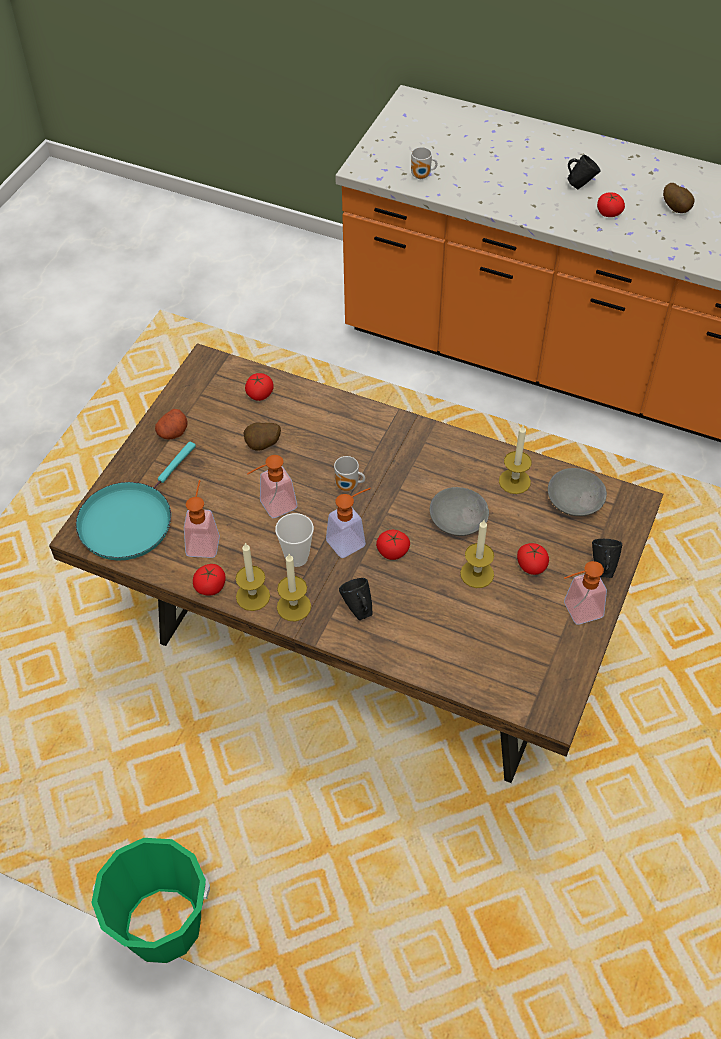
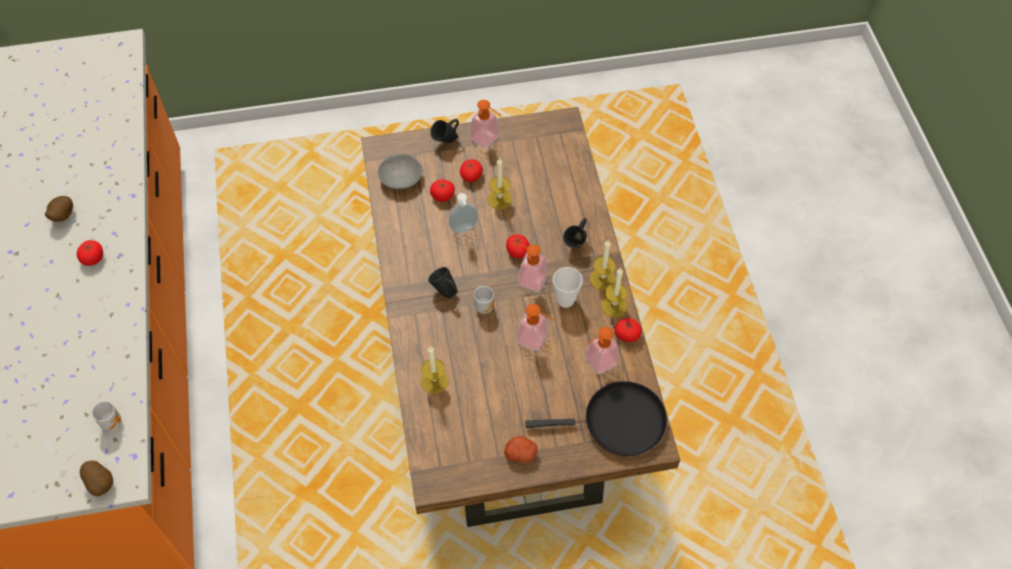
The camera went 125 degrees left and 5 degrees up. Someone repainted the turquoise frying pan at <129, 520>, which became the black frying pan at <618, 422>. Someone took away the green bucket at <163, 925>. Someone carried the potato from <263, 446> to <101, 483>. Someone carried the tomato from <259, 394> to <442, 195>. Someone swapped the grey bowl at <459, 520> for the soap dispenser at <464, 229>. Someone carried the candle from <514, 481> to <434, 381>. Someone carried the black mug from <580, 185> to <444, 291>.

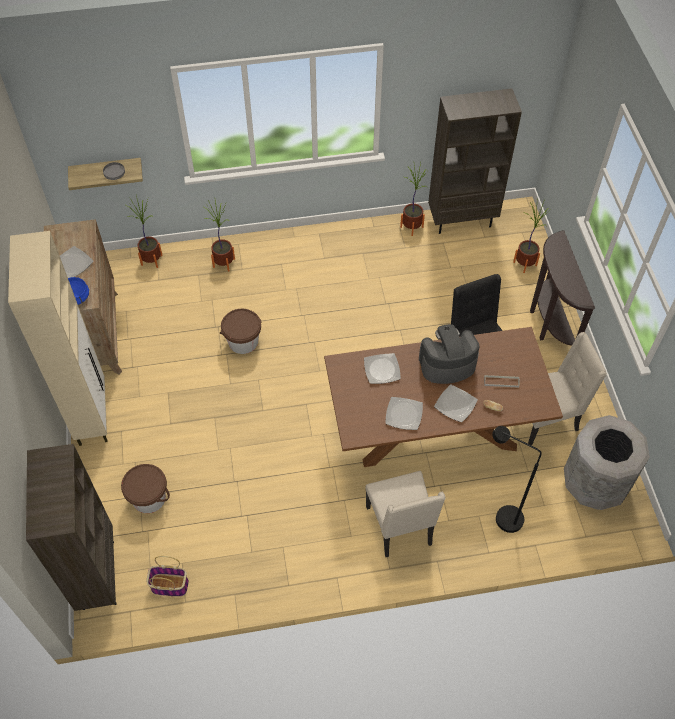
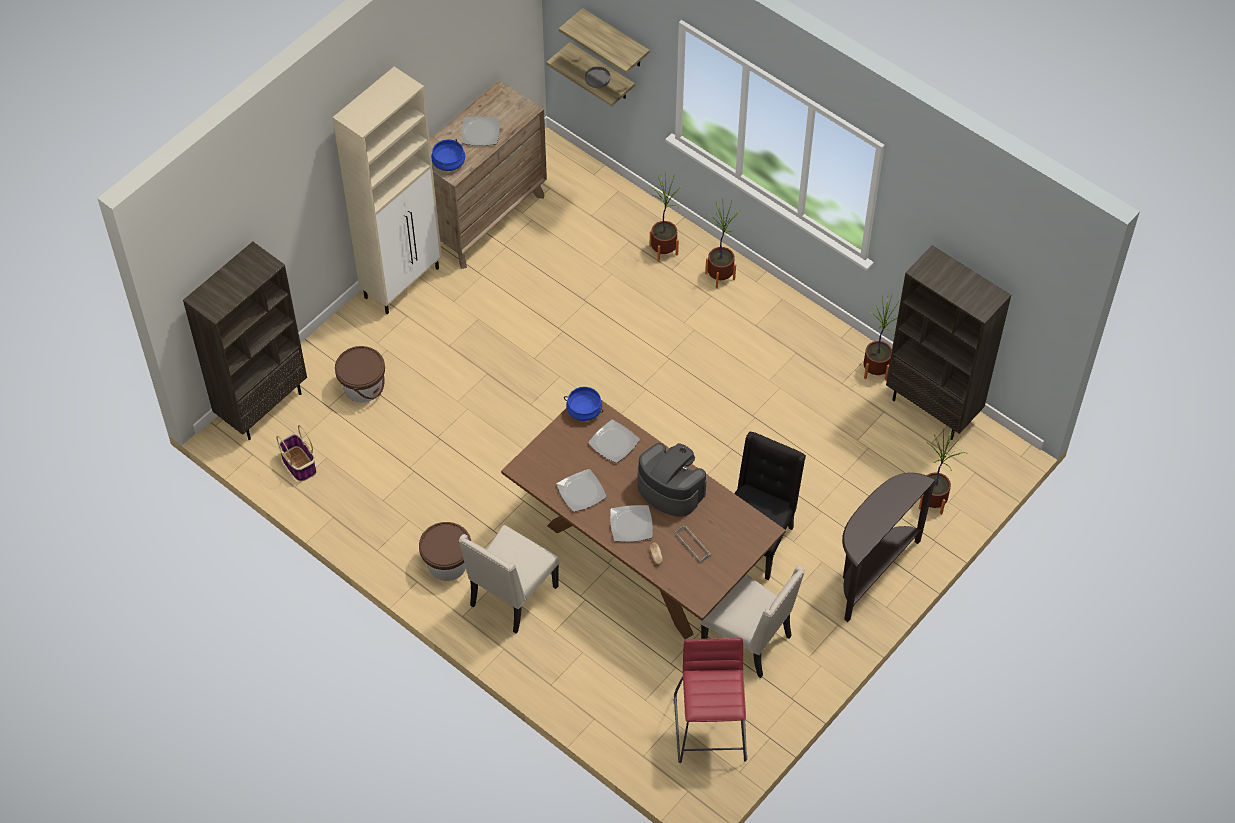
The camera went 50 degrees right and 0 degrees up. Someone carried the potted plant from <151, 260> to <720, 276>. Someone carried the brown bucket from <243, 341> to <447, 563>. Someone took away the black floor lamp at <501, 516>. Someone swapped the grey trash can at <594, 483> for the red stool at <711, 728>. Someone put up the shelf at <615, 39>. Someone put down the blue cooking pot at <584, 410>.

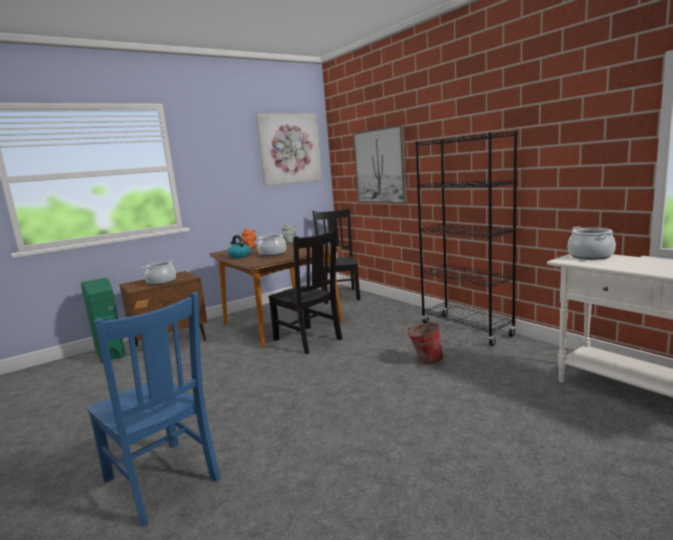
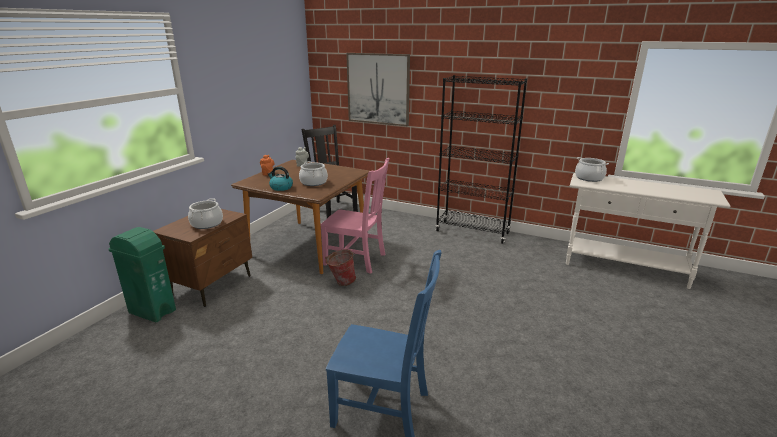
The camera went 30 degrees left and 10 degrees up. Someone took away the picture at <289, 148>. Someone repainted the black chair at <309, 340>, which became the pink chair at <357, 260>. Someone carried the bucket from <425, 360> to <341, 282>.

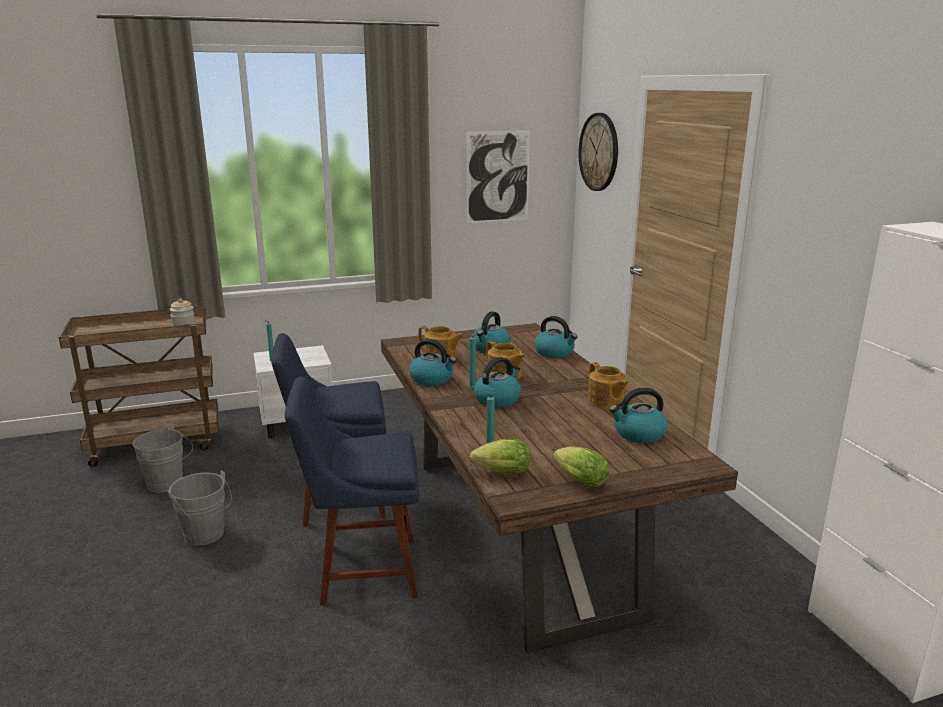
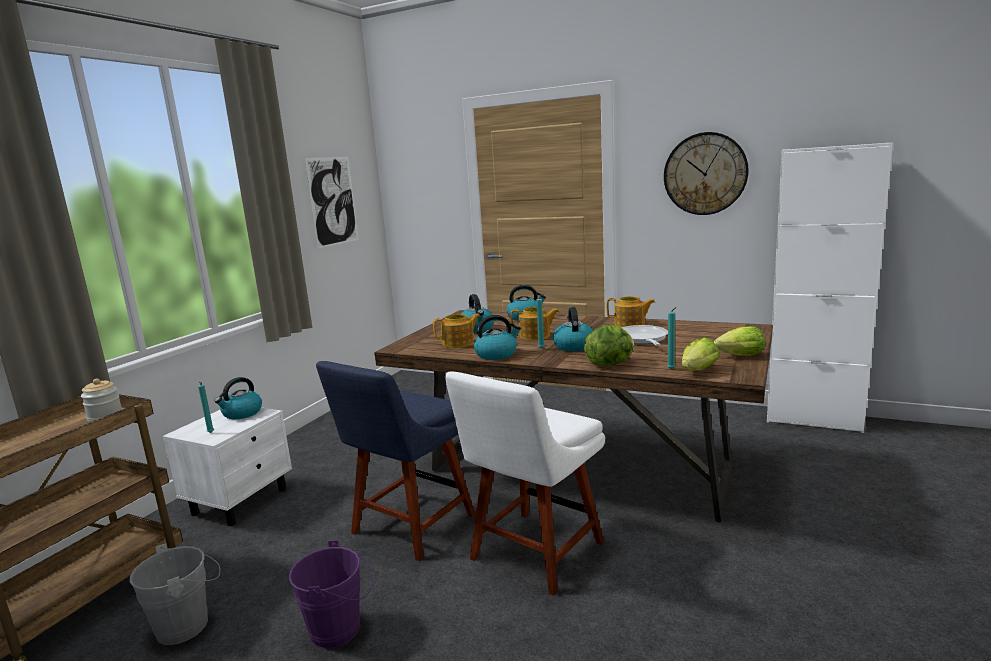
The camera went 45 degrees left and 5 degrees down. Someone repainted the grey bucket at <206, 536>, which became the purple bucket at <341, 630>. Someone repainted the blue chair at <362, 570>, which became the white chair at <533, 554>. Someone carried the wall clock from <599, 152> to <705, 174>. Someone carried the kettle from <638, 434> to <242, 413>. Someone put down the lettuce at <610, 364>. Someone put down the frying pan at <642, 340>.

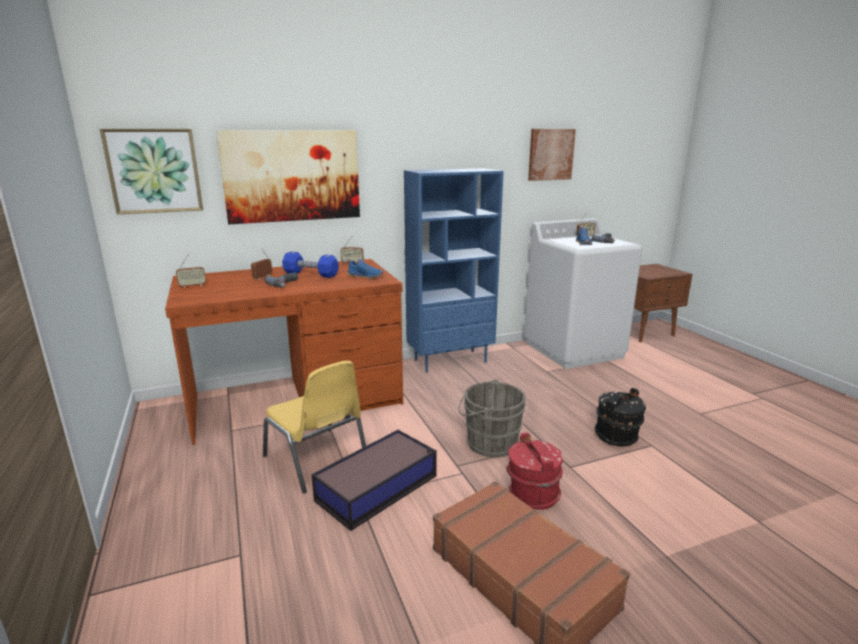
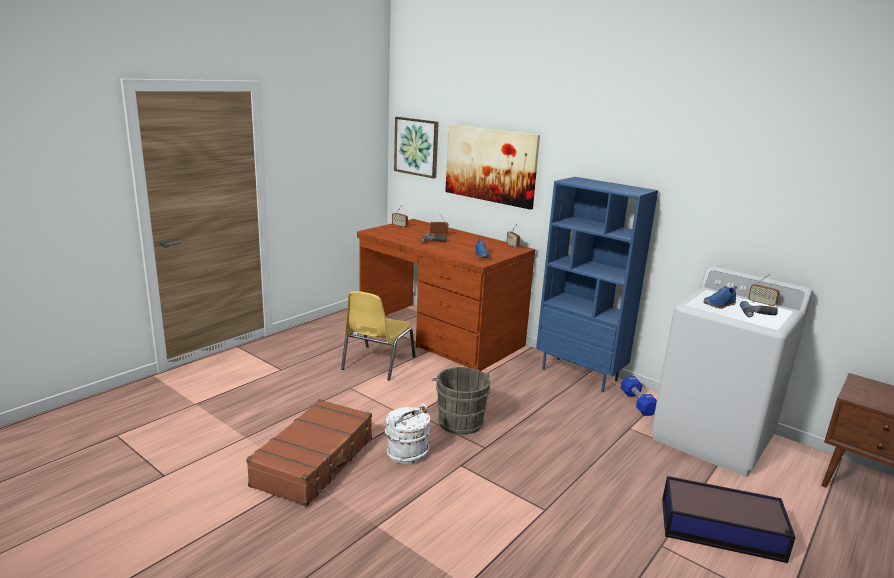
The camera went 60 degrees right and 0 degrees up. Someone carried the blue dumbbell from <311, 274> to <637, 403>. Someone carried the storage box from <379, 487> to <722, 530>. Someone repainted the red bucket at <532, 494>, which became the white bucket at <406, 452>. Someone took away the picture at <550, 154>. Someone took away the black bucket at <616, 437>.

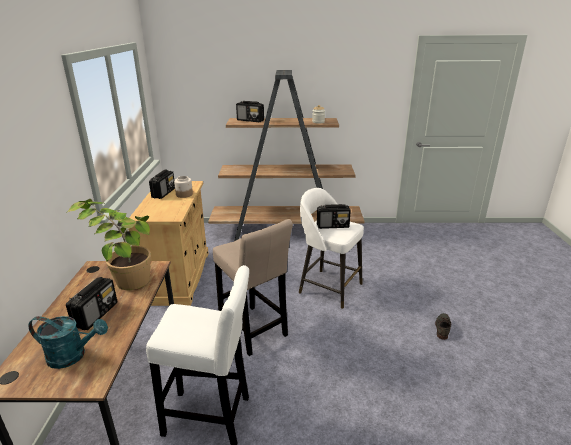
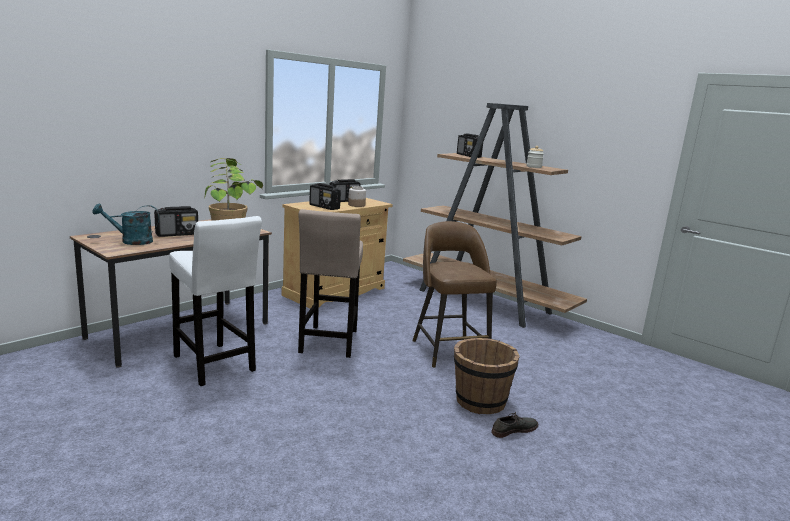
The camera went 40 degrees right and 10 degrees down. Someone rotated the turquoise watering can at <73, 356> by 120 degrees clockwise. Someone repainted the white stool at <328, 287>, which became the brown stool at <449, 350>. Someone carried the radio from <333, 226> to <324, 207>. Someone put down the brown bucket at <480, 402>.

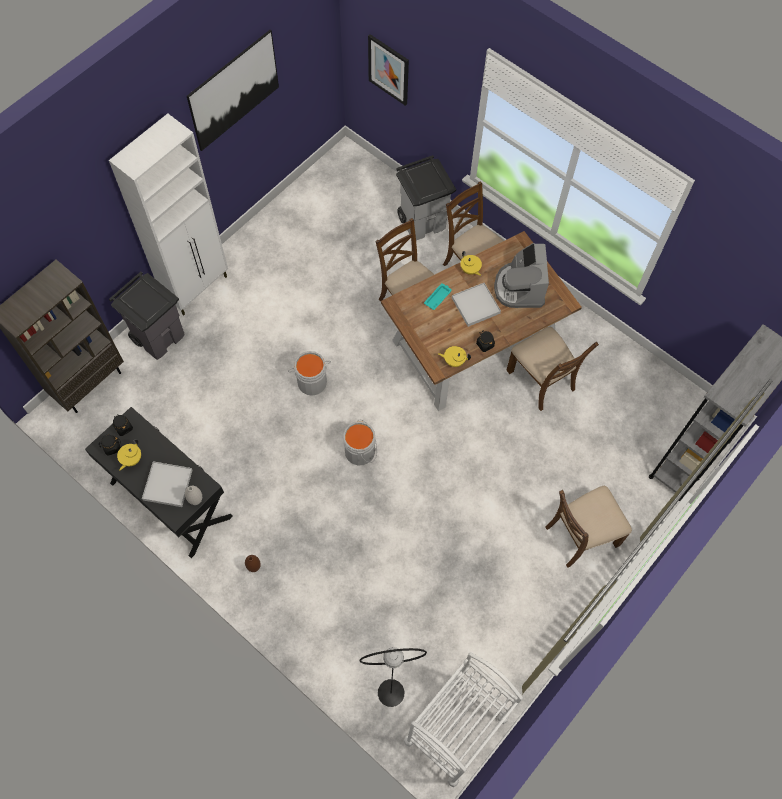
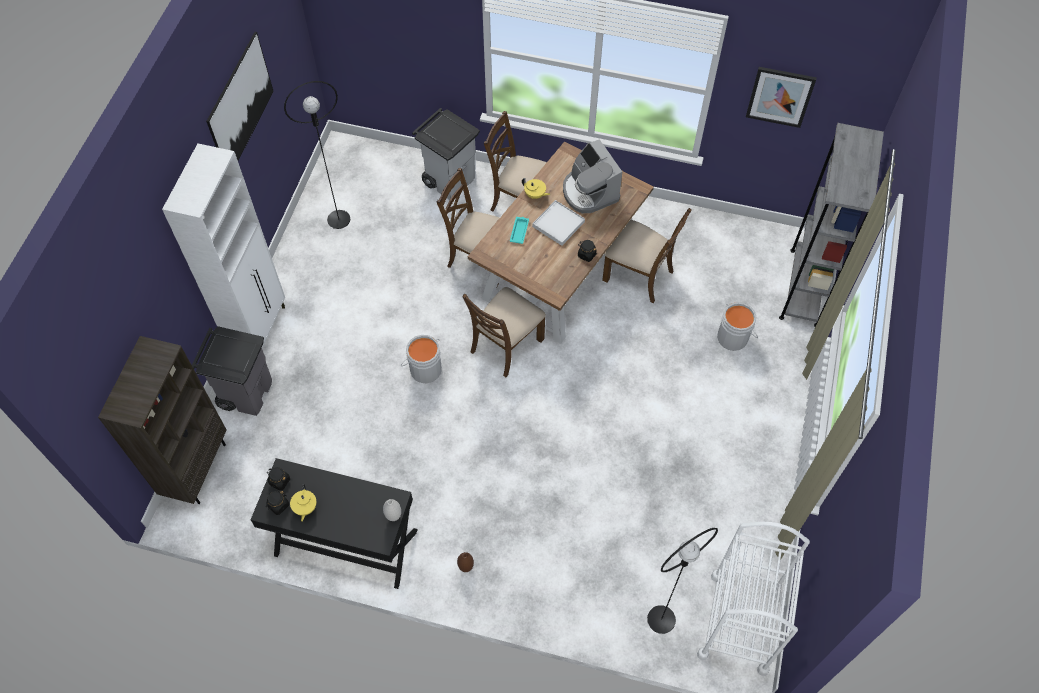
The camera went 25 degrees left and 5 degrees down. Someone took away the white tray at <167, 485>. Someone carried the grey bucket from <361, 451> to <734, 337>. Someone carried the picture from <389, 69> to <780, 96>. Someone took away the yellow teapot at <454, 361>. Someone carried the brown chair from <581, 535> to <505, 345>. Someone put down the black floor lamp at <339, 219>.

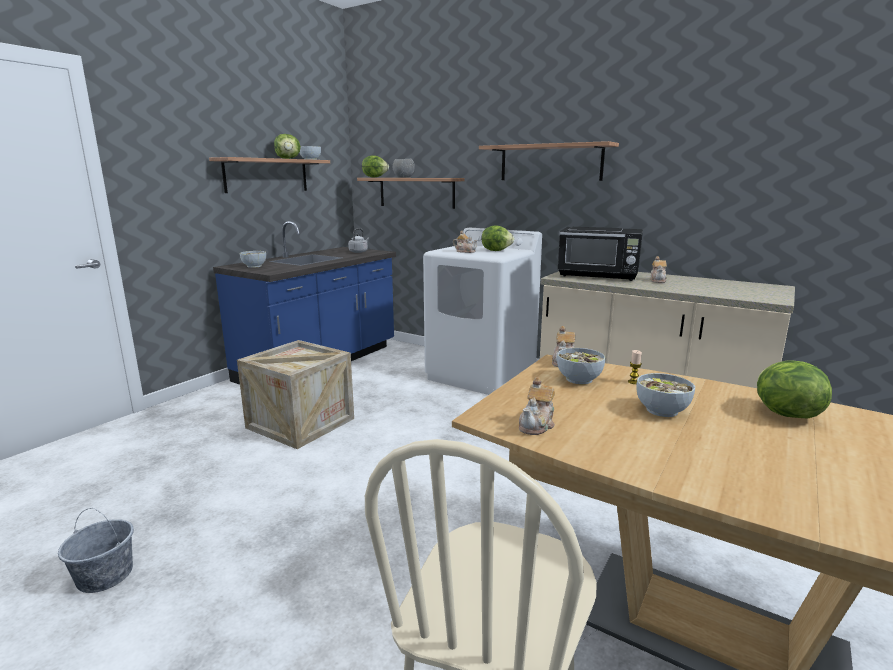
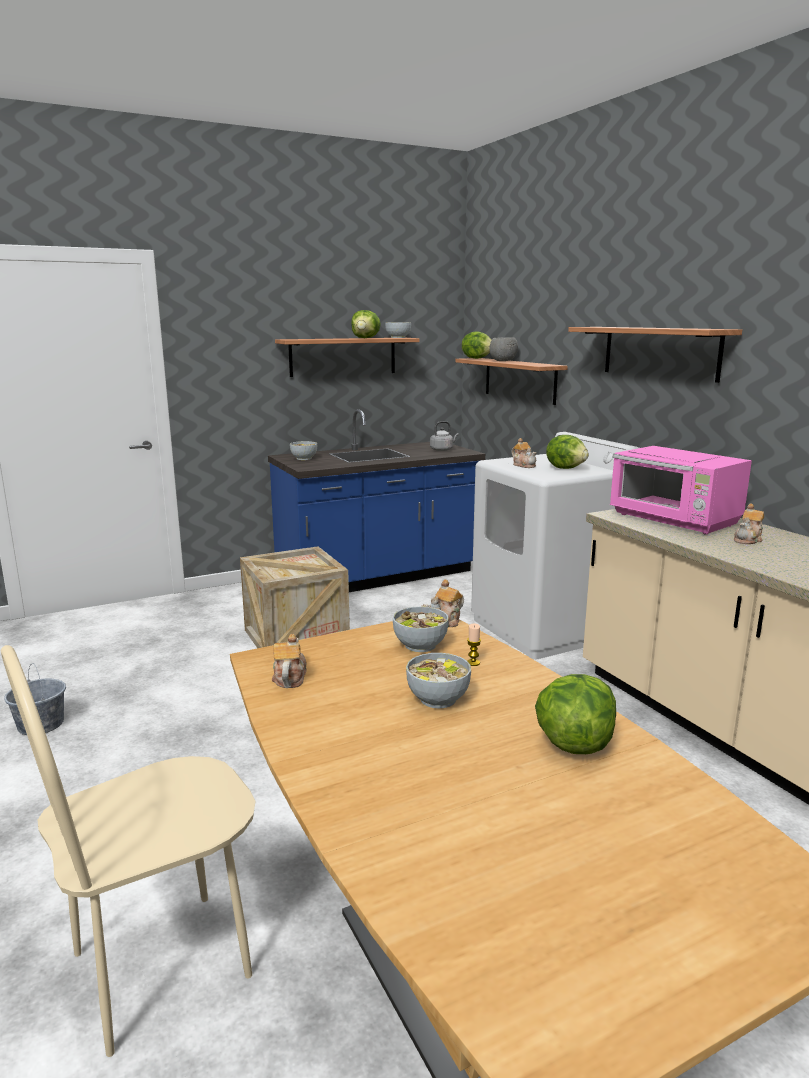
The camera went 30 degrees right and 0 degrees up. Someone rotated the teapot at <537, 425> by 120 degrees clockwise. Someone repainted the black microwave at <599, 276>, which became the pink microwave at <674, 520>.

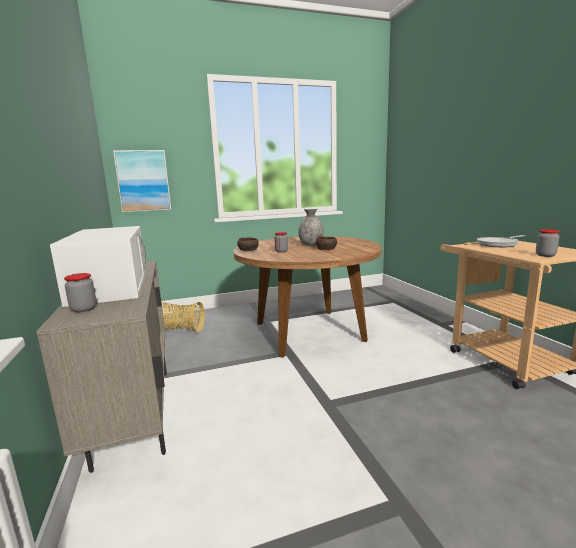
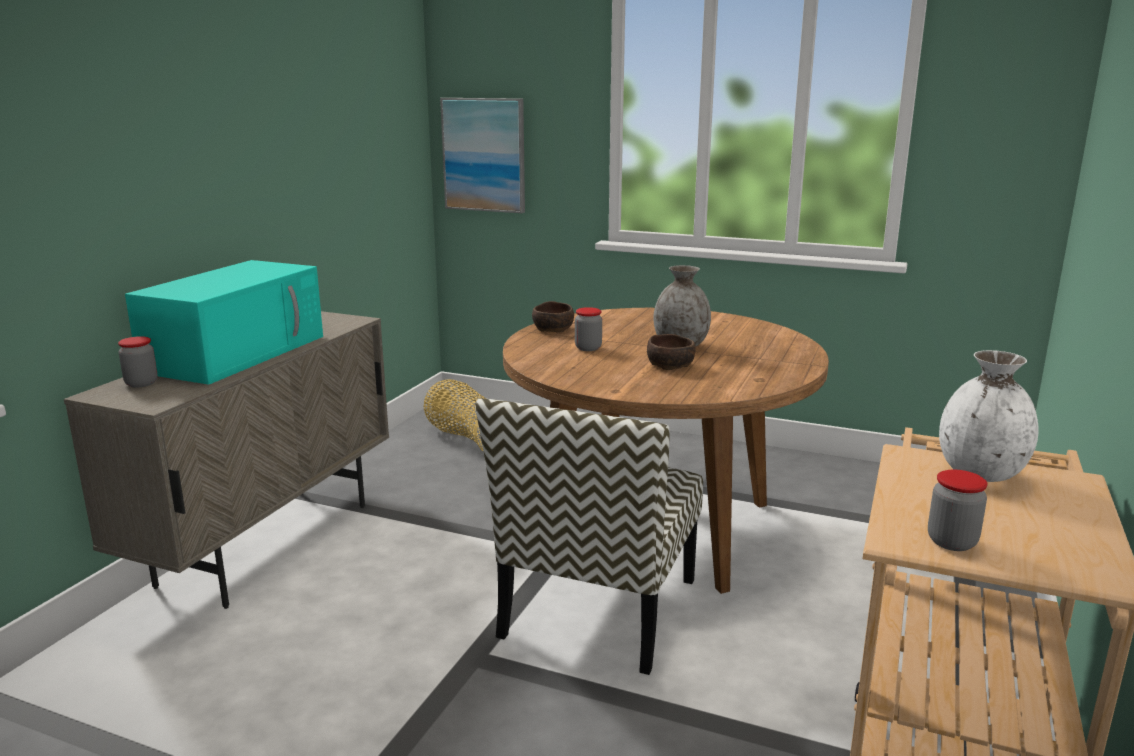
The camera went 40 degrees right and 5 degrees up. Someone repainted the white microwave at <111, 285>, which became the turquoise microwave at <238, 352>. Someone swapped the frying pan at <499, 244> for the white vase at <981, 474>. Someone put down the chair at <599, 609>.

